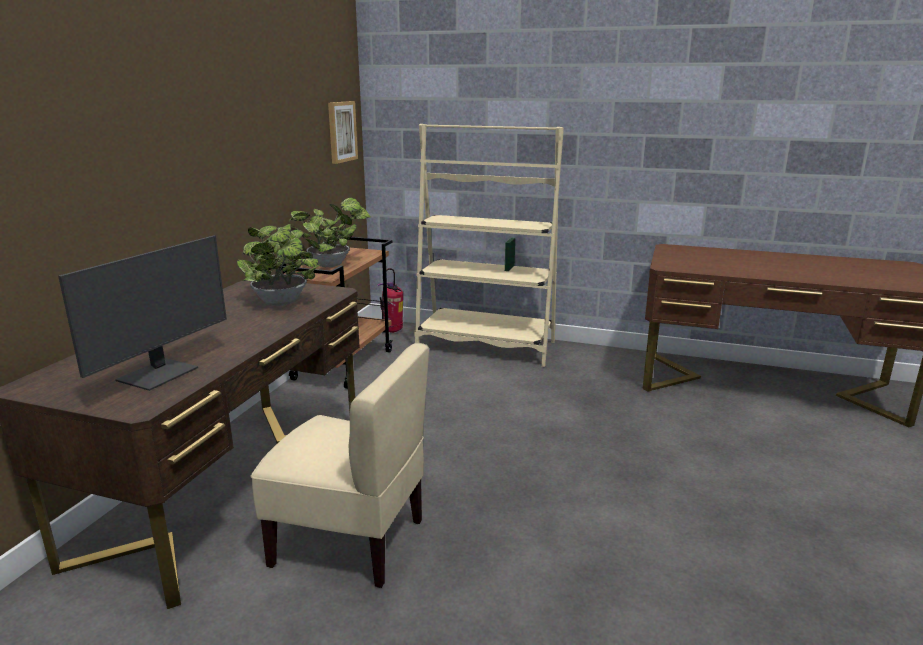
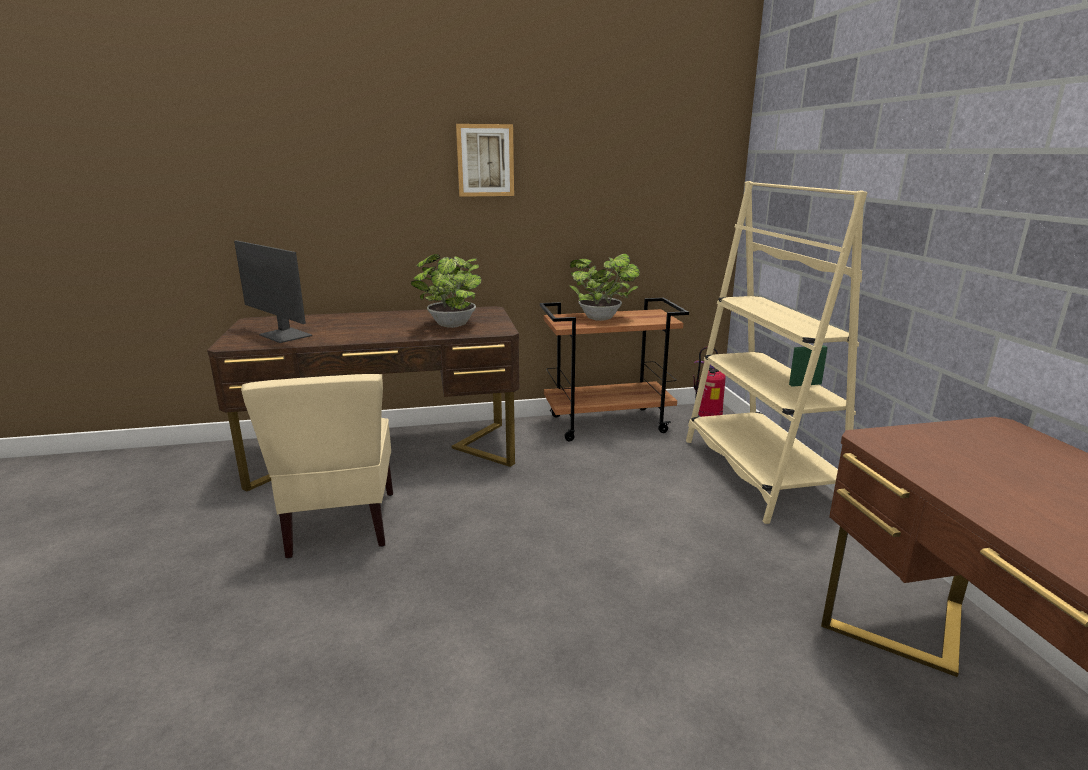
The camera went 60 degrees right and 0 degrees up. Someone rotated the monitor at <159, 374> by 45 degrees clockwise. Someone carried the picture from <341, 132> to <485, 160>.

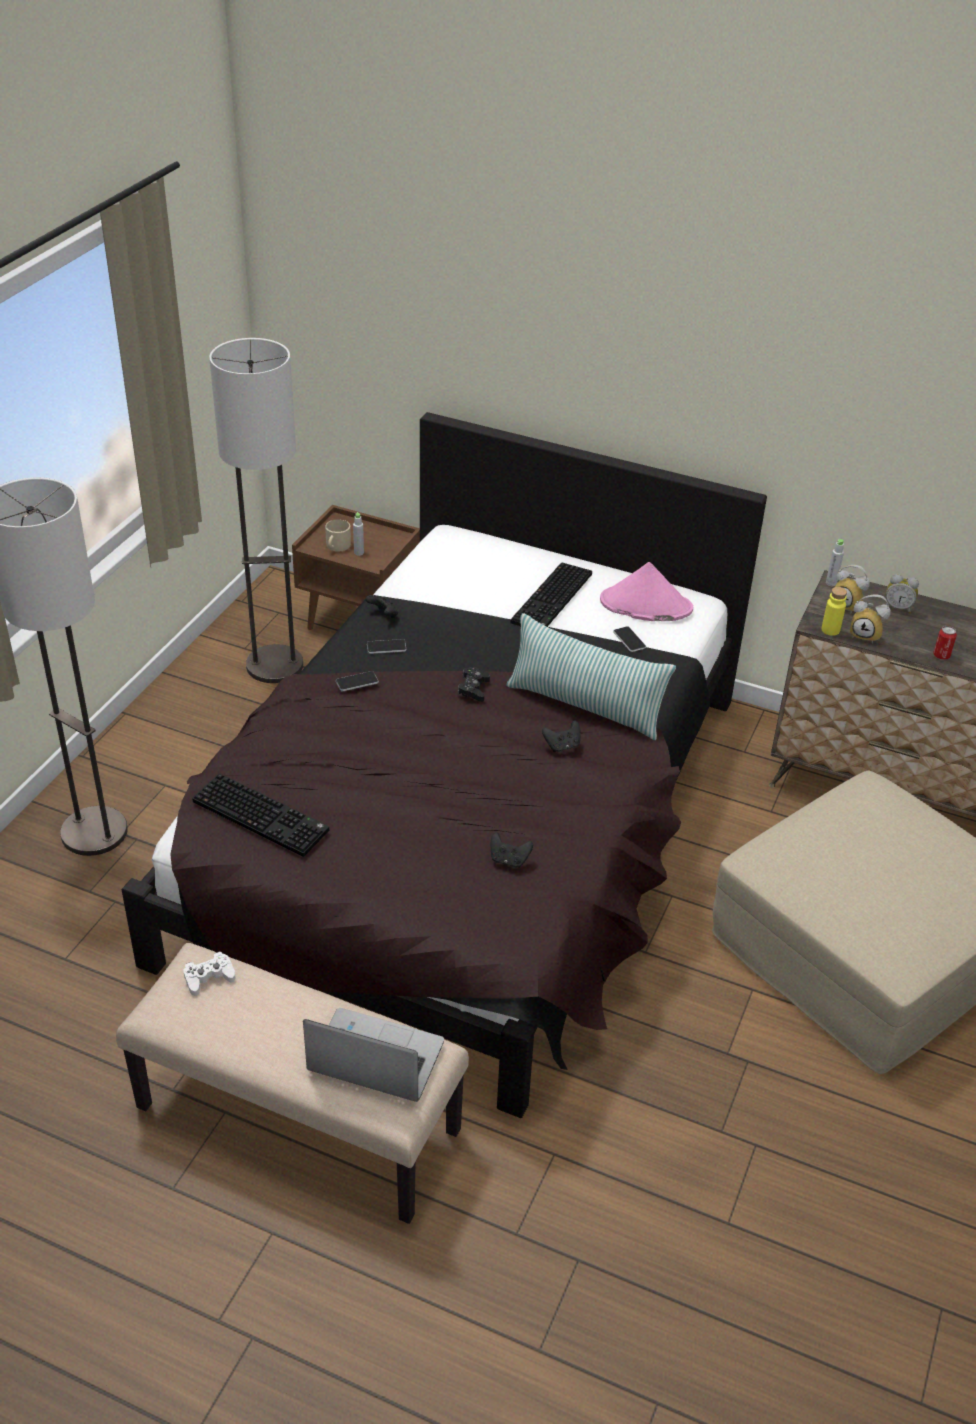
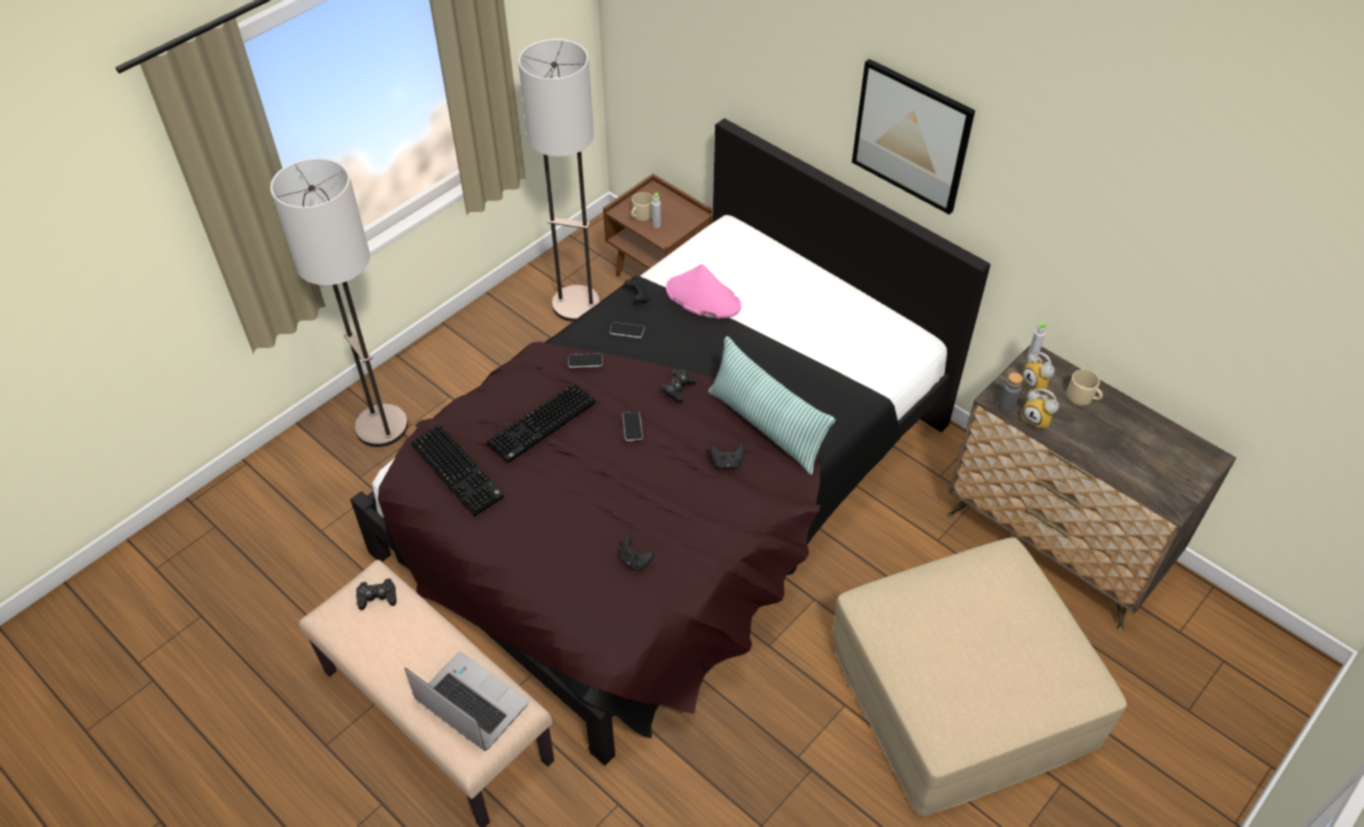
The camera went 20 degrees right and 10 degrees up. Someone repainted the white game controller at <209, 977>, which became the black game controller at <377, 597>. Someone carried the keyboard from <553, 600> to <542, 425>. Someone carried the pink hat from <645, 605> to <702, 298>. Someone carried the phone from <629, 640> to <632, 427>. Someone repainted the yellow bottle at <830, 630>, which became the grey bottle at <1006, 407>. Someone swapped the alarm clock at <897, 608> for the beige mug at <1083, 397>. Someone took away the can at <941, 655>. Someone put up the picture at <911, 136>.

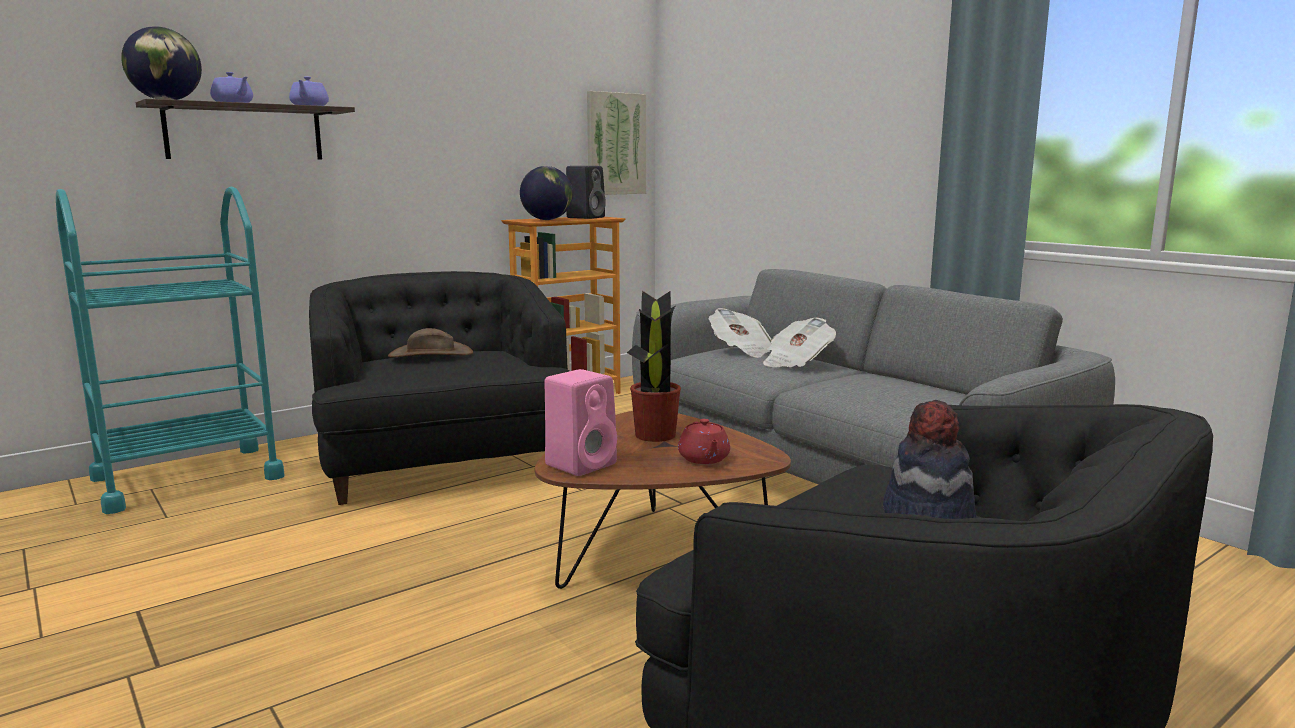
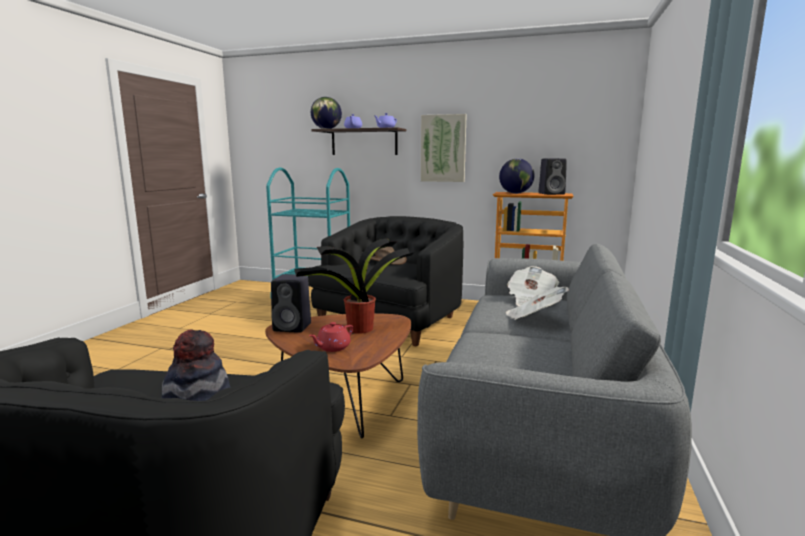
The camera went 55 degrees right and 0 degrees up. Someone repainted the pink speaker at <582, 464>, which became the black speaker at <293, 327>. Someone carried the picture from <615, 144> to <443, 148>.

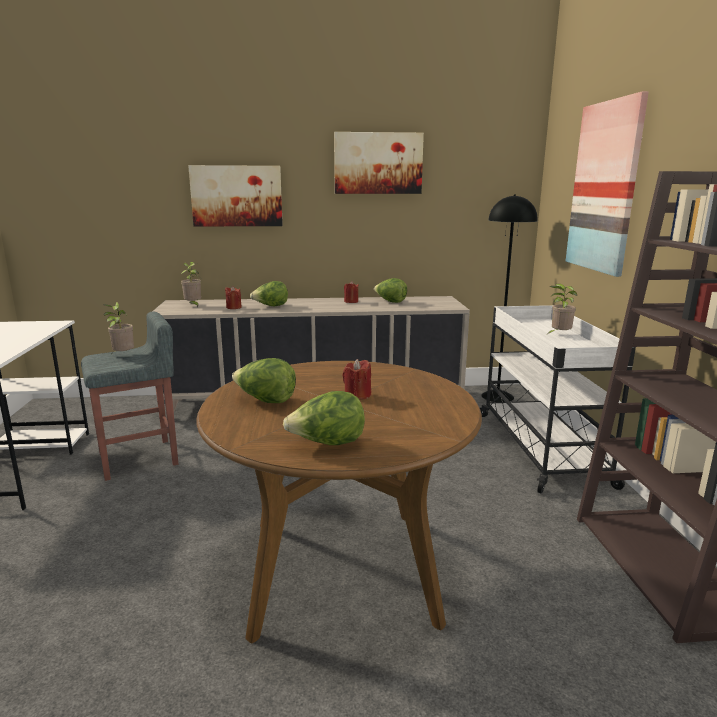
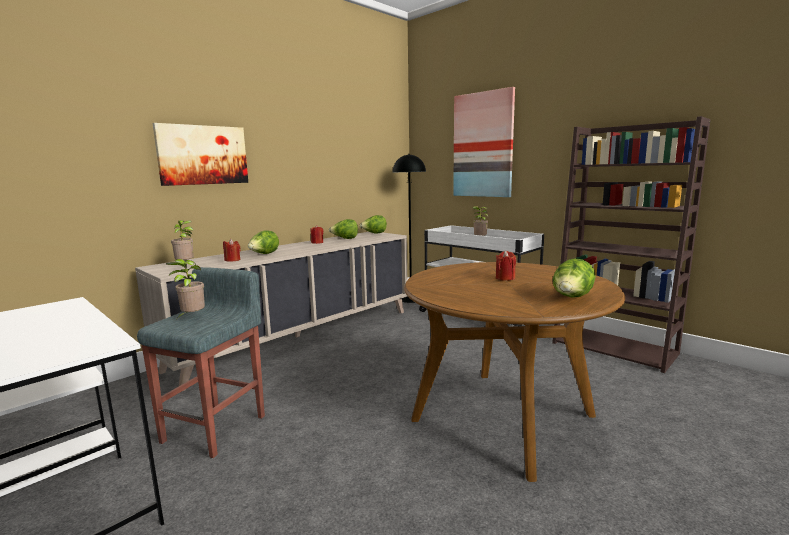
The camera went 40 degrees left and 5 degrees down. Someone carried the lettuce from <265, 401> to <374, 233>. Someone took away the picture at <378, 163>.

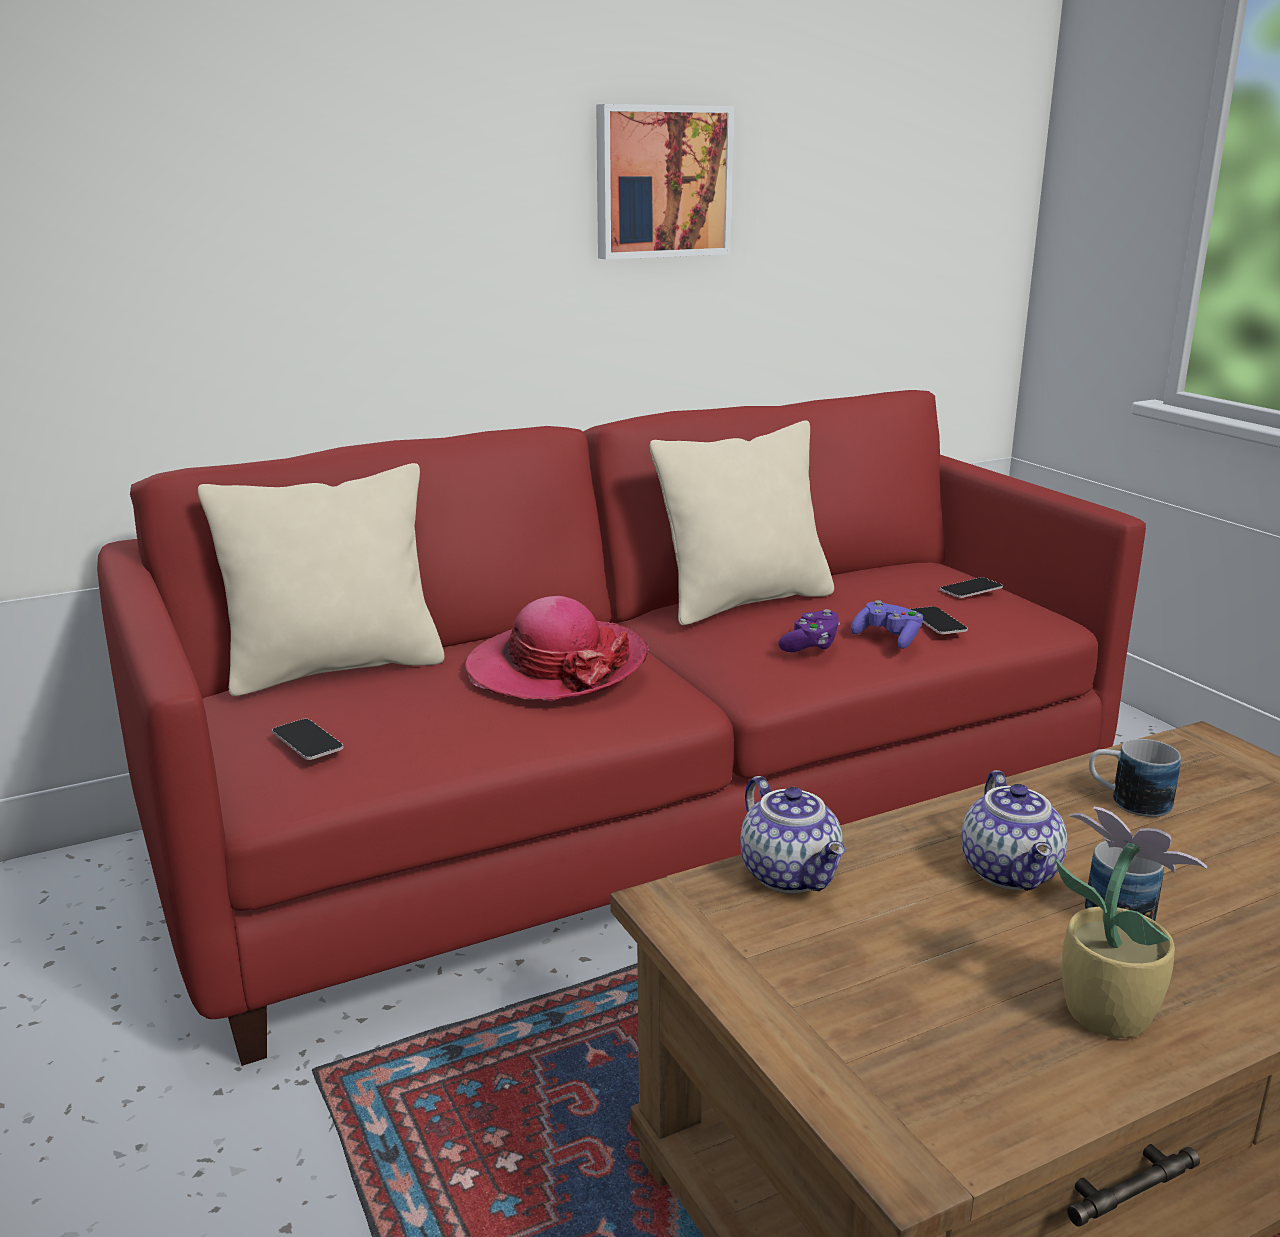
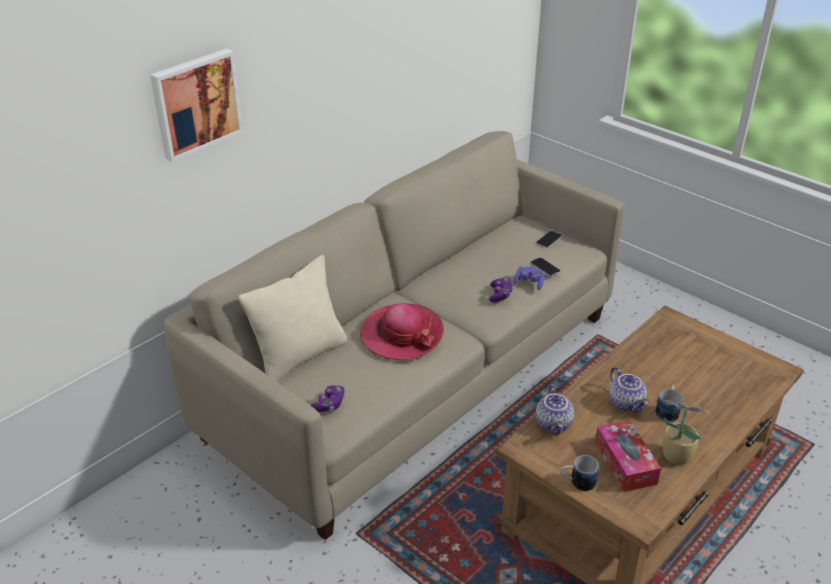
The camera went 20 degrees left and 15 degrees up. Someone repainted the red sofa at <641, 819>, which became the beige sofa at <415, 374>. Someone swapped the phone at <307, 740> for the purple game controller at <329, 405>. Someone carried the picture from <661, 182> to <195, 103>. Someone took away the beige pillow at <744, 601>. Someone rotated the teapot at <792, 875> by 45 degrees clockwise. Someone carried the mug from <1127, 801> to <577, 482>. Someone put down the tissue box at <625, 463>.

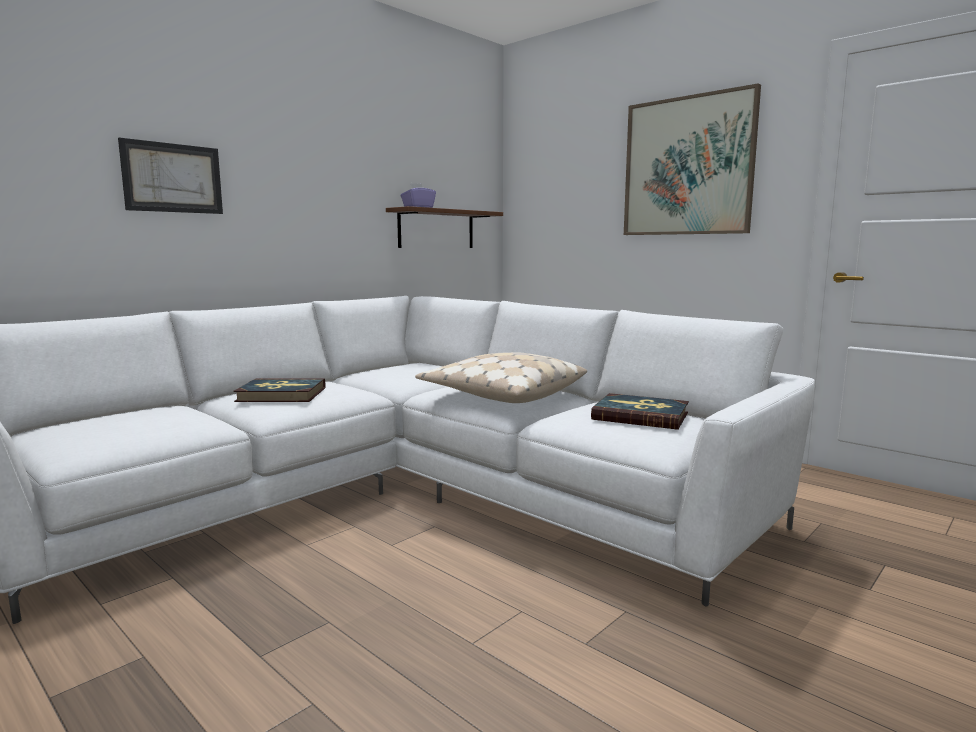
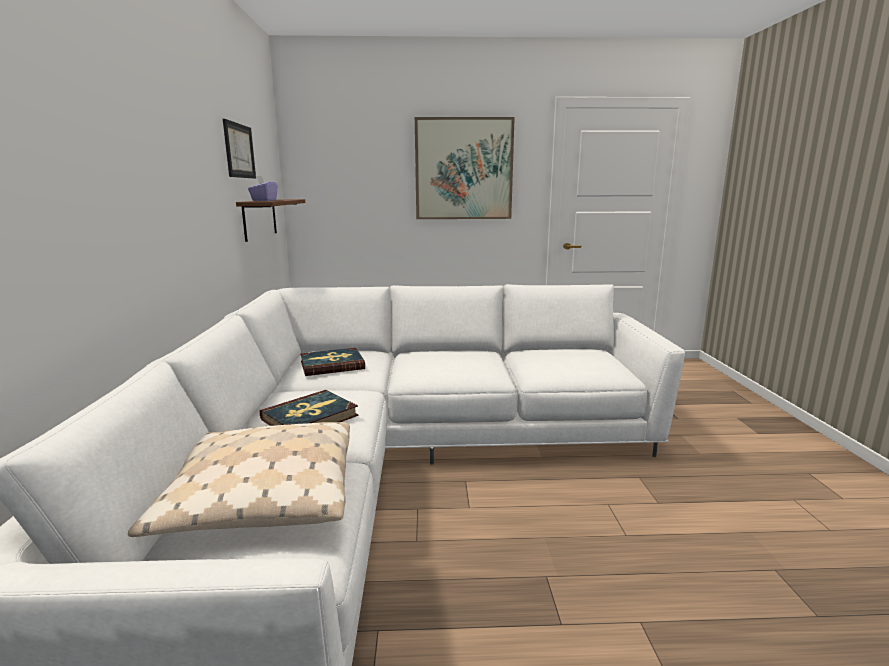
The camera went 45 degrees left and 5 degrees up. Someone carried the picture from <172, 178> to <239, 151>. Someone carried the beige pillow from <502, 394> to <262, 497>. Someone carried the book from <640, 416> to <332, 365>.

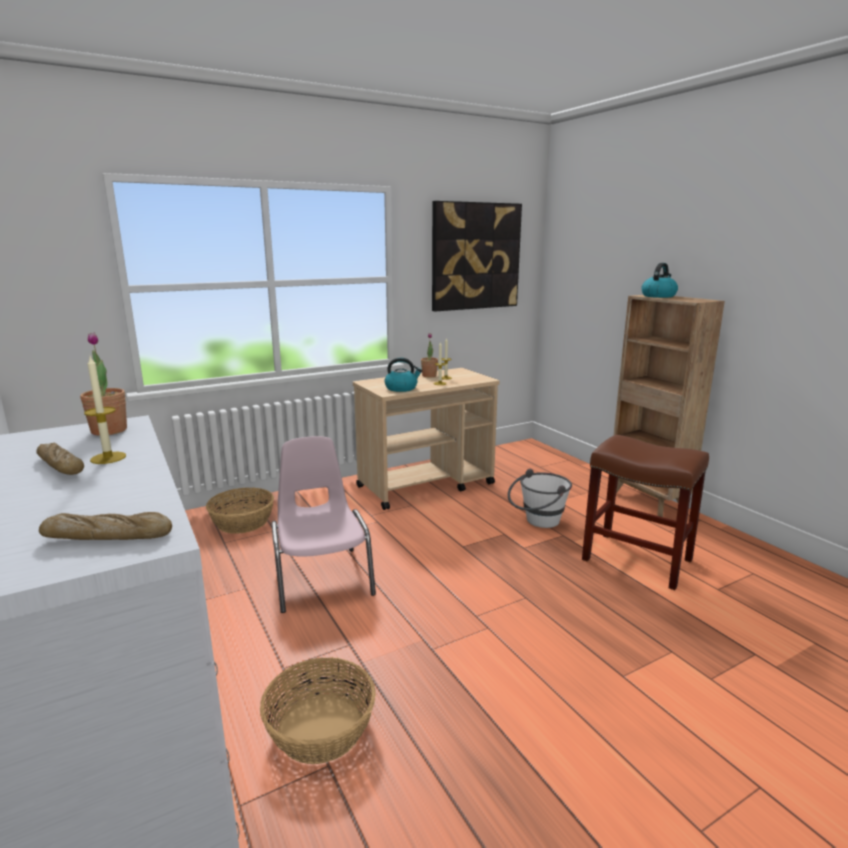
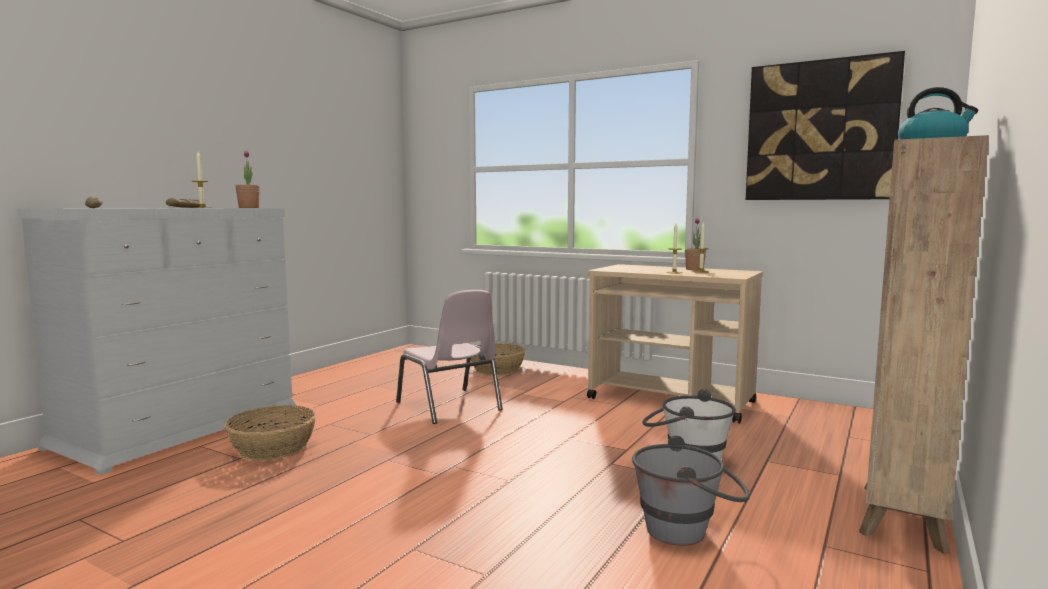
The camera went 60 degrees right and 10 degrees down. Someone rotated the pink chair at <322, 577> by 105 degrees clockwise. Someone took away the kettle at <401, 388>. Someone swapped the brown stool at <638, 560> for the grey bucket at <688, 531>.

